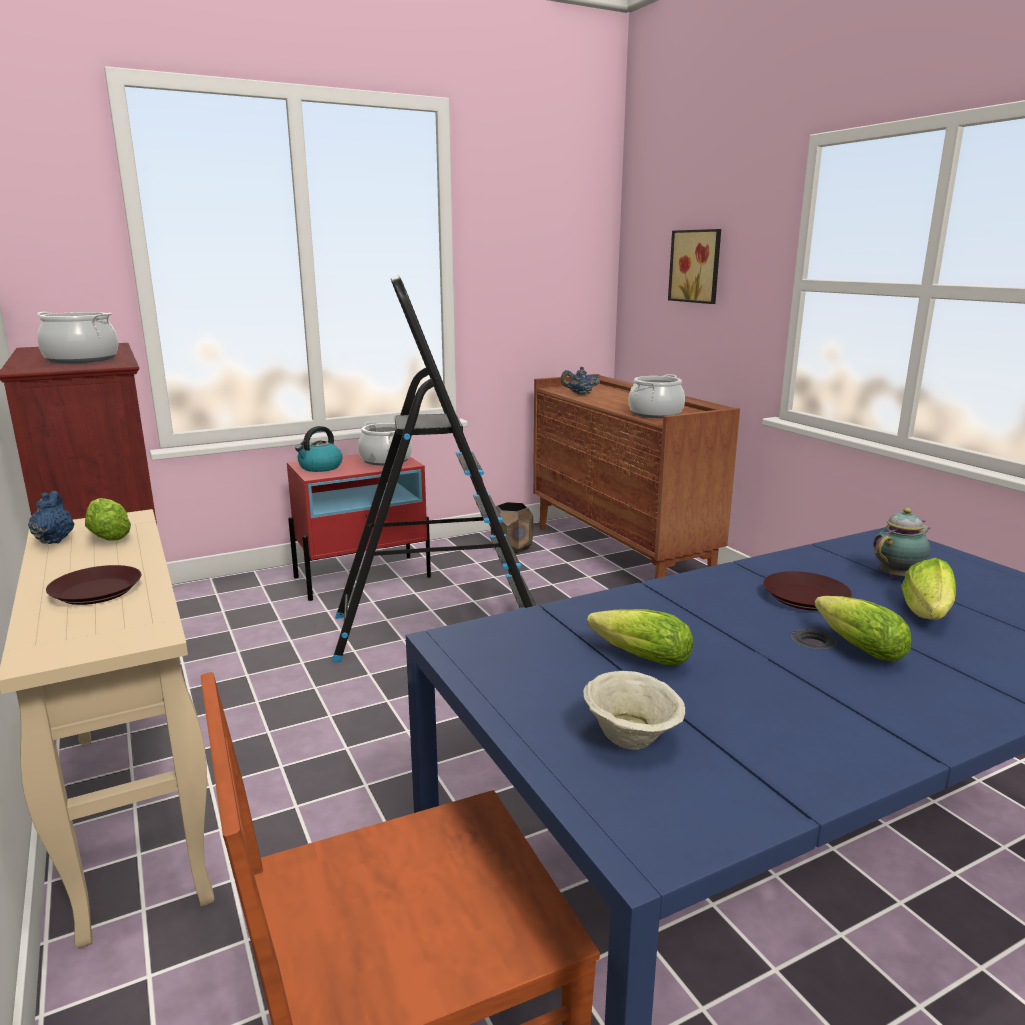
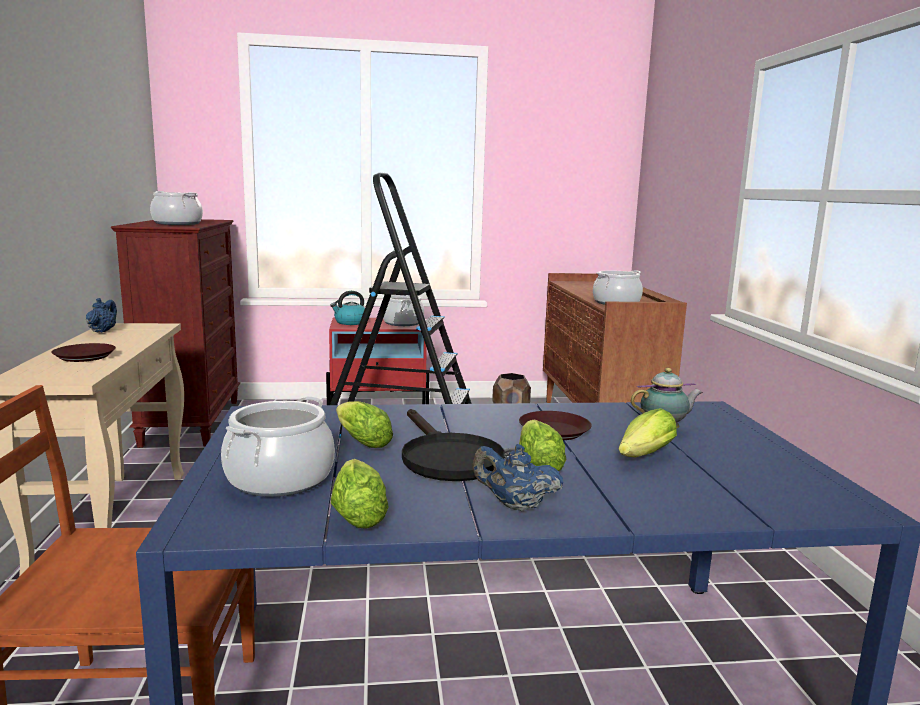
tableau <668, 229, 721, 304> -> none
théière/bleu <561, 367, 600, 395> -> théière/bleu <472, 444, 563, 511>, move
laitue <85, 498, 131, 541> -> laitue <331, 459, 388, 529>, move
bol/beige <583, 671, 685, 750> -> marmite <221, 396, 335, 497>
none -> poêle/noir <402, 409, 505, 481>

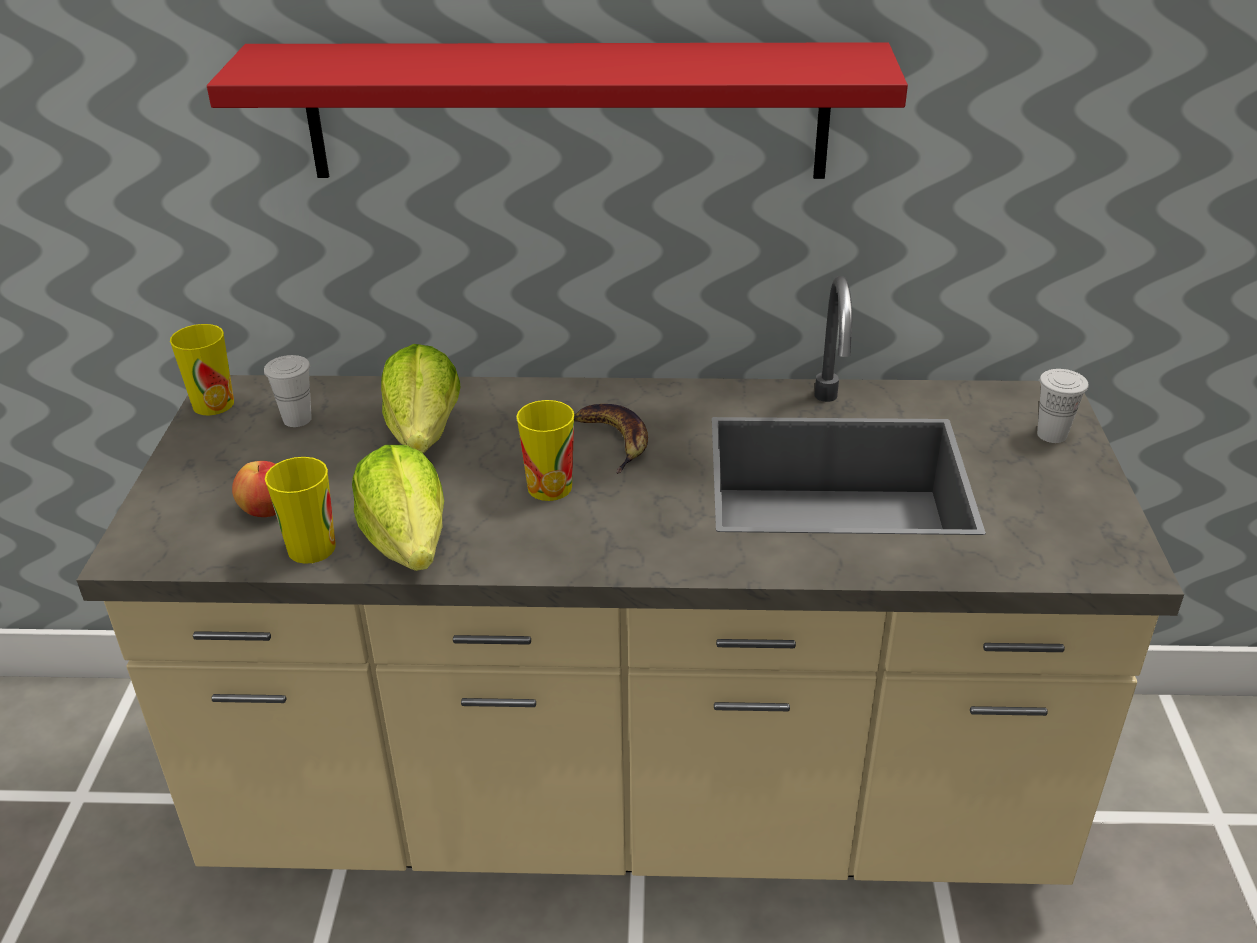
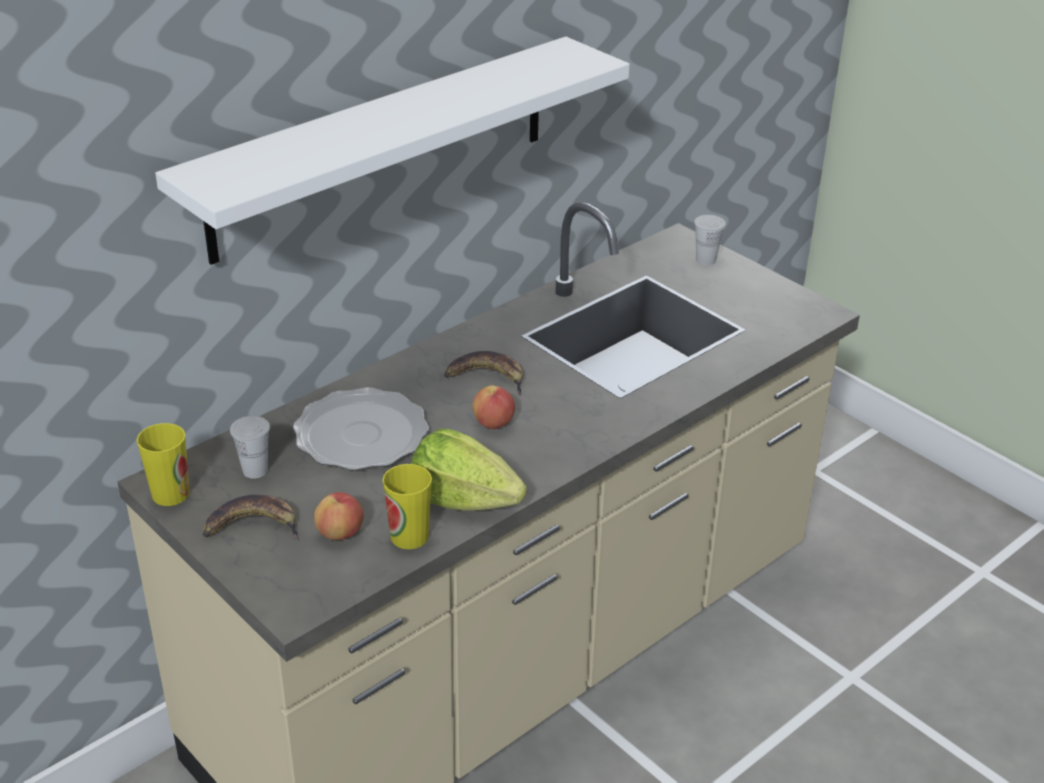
étagère/rouge <207, 42, 908, 179> -> étagère/blanc <155, 37, 630, 265>
laitue <381, 344, 461, 453> -> assiette <293, 387, 429, 470>
tasse <516, 400, 574, 501> -> pomme <472, 385, 515, 429>
none -> banane <203, 495, 299, 540>

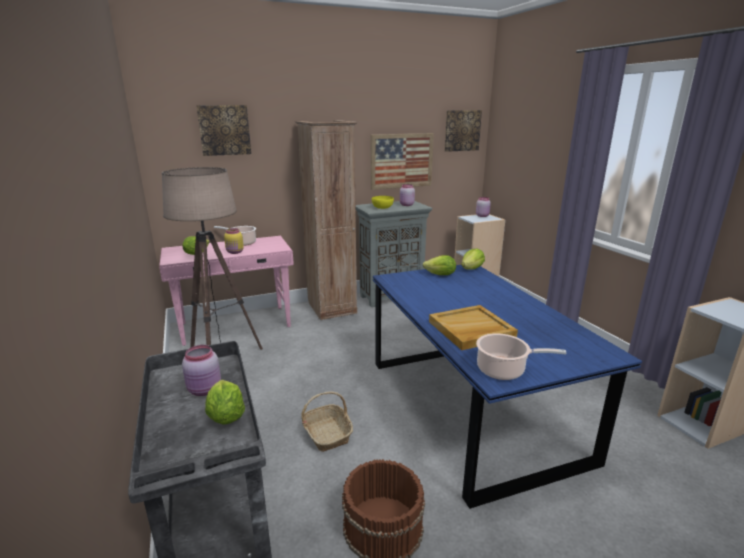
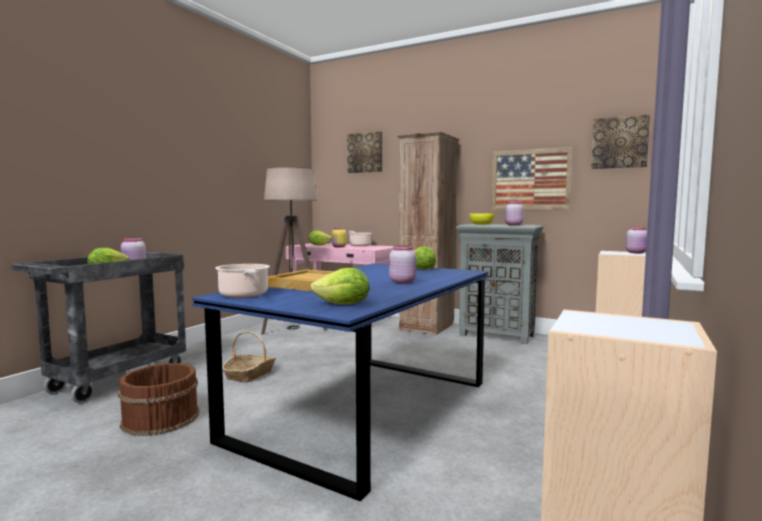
laitue <461, 249, 485, 270> -> laitue <310, 268, 369, 304>, move
none -> bocal/rose <389, 245, 416, 284>

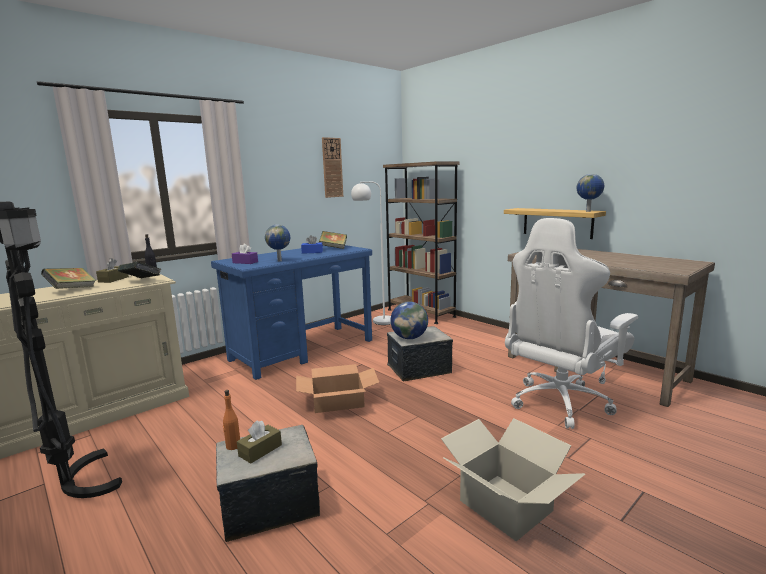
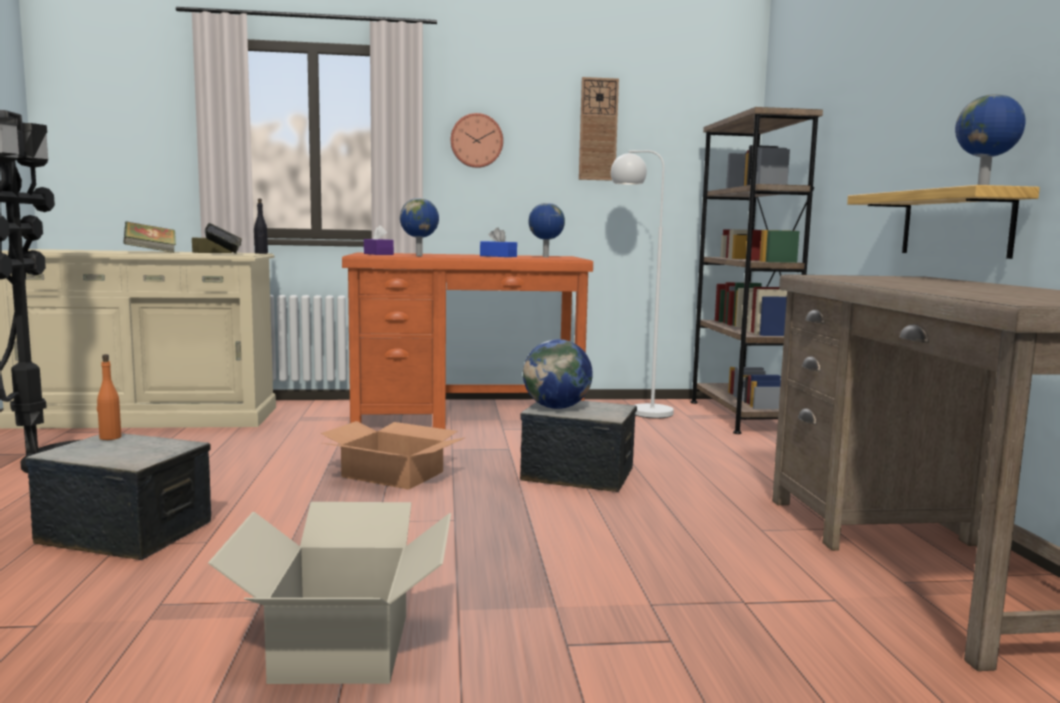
chaise de bureau/blanc <505, 218, 638, 429> -> none
livre <319, 231, 347, 249> -> globe <528, 203, 565, 257>
bureau/bleu <211, 245, 372, 380> -> bureau/orange <342, 253, 593, 429>
boîte à mouchoirs/marron <237, 420, 282, 464> -> none
none -> horloge murale <451, 113, 503, 168>

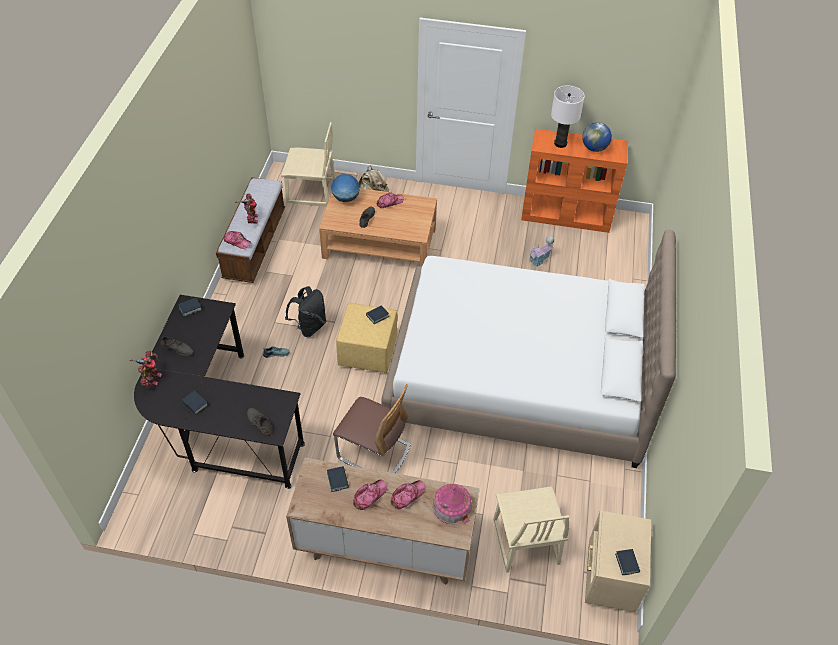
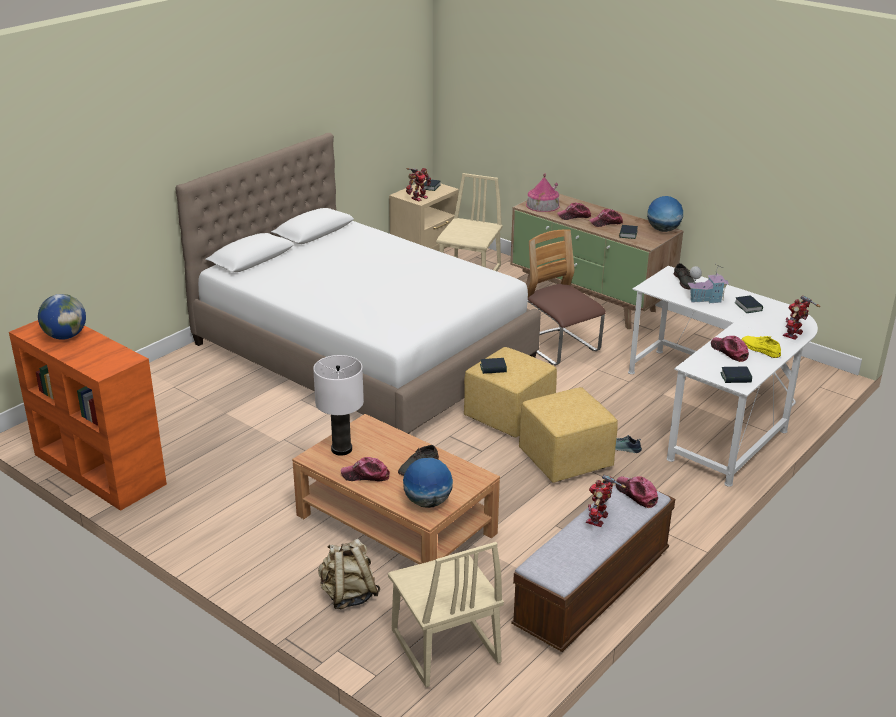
lampe de table/blanc <551, 86, 585, 148> -> lampe de table/blanc <313, 355, 364, 456>, move
chaise/beige <281, 122, 336, 206> -> chaise/beige <388, 542, 504, 687>, 150 degrees counterclockwise
maison miniature <528, 236, 554, 267> -> maison miniature <688, 264, 729, 303>, move
sac à dos/noir <285, 286, 326, 337> -> pouf/jaune <519, 387, 618, 483>
bureau/noir <134, 295, 305, 489> -> bureau/blanc <628, 266, 818, 487>
chaussure/gris <161, 337, 193, 357> -> chaussure/jaune <742, 336, 781, 358>
none -> robot jouet <406, 168, 431, 202>
none -> globe <647, 196, 683, 232>
none -> casquette <711, 336, 749, 362>

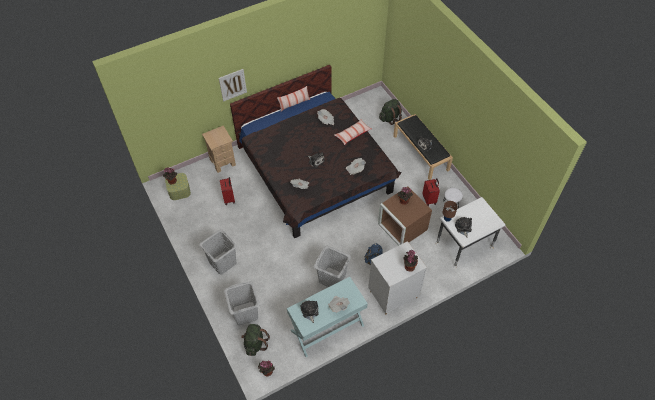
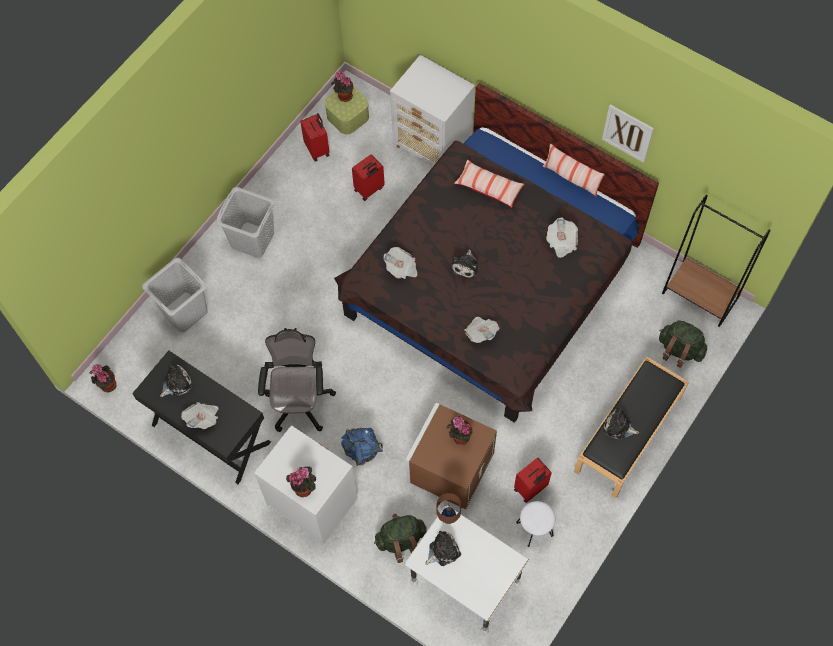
tableau <219, 69, 247, 102> -> tableau <602, 105, 654, 163>, move
coussin <334, 120, 371, 145> -> coussin <454, 160, 524, 208>, move
table de chevet/beige <202, 126, 236, 173> -> commode/blanc <390, 55, 475, 166>
panier à linge/gris <314, 246, 351, 287> -> chaise de bureau <258, 328, 336, 432>
bureau/turquoise <287, 277, 368, 357> -> bureau/noir <132, 350, 271, 484>
sac à dos/vert <241, 324, 270, 356> -> sac à dos/vert <374, 514, 427, 563>, move
none -> valise/rouge <300, 113, 330, 162>
none -> portant <662, 195, 770, 327>

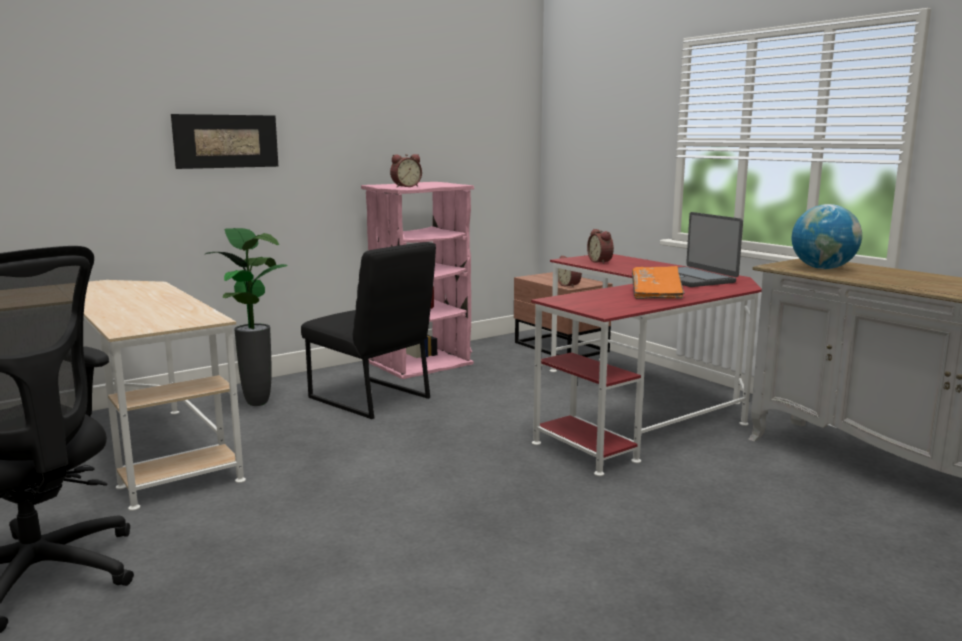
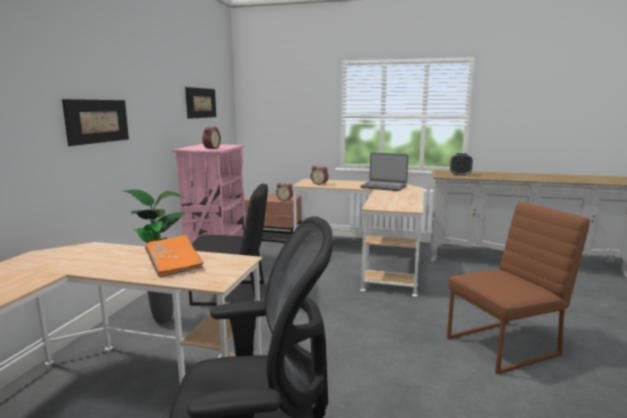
globe <792, 204, 862, 269> -> réveil <450, 153, 473, 176>
bureau/rouge <531, 254, 762, 476> -> bureau/beige <292, 179, 424, 297>
livre/orange <632, 266, 684, 299> -> livre/orange <145, 235, 204, 278>, move
none -> tableau <185, 87, 216, 119>
none -> chaise/marron <447, 202, 590, 375>

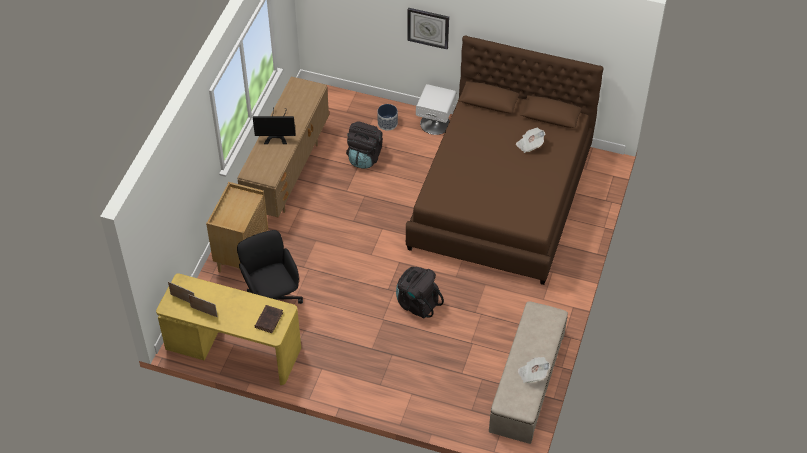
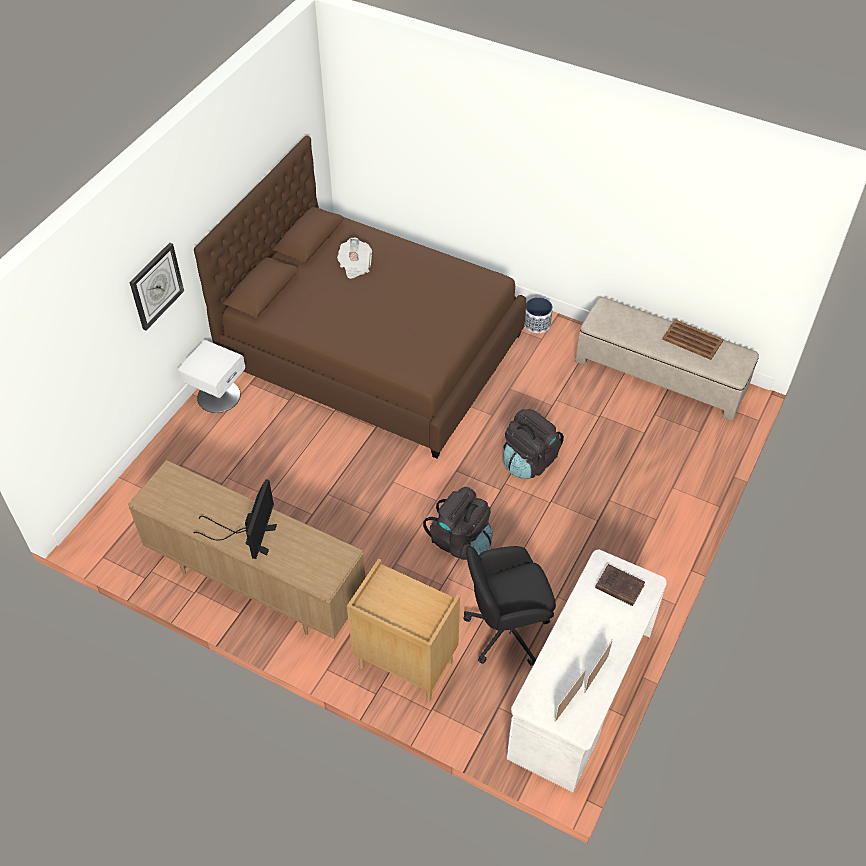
cache-pot <377, 104, 398, 130> -> cache-pot <524, 297, 553, 333>, move
sac à dos/noir <346, 122, 383, 168> -> sac à dos/noir <423, 487, 493, 560>, move
bureau/jaune <156, 273, 301, 385> -> bureau/blanc <507, 549, 667, 792>
journal <518, 357, 550, 383> -> plateau/marron <662, 319, 724, 360>

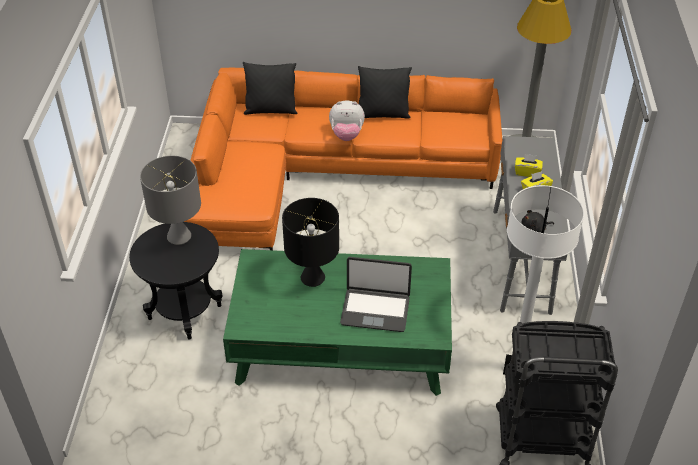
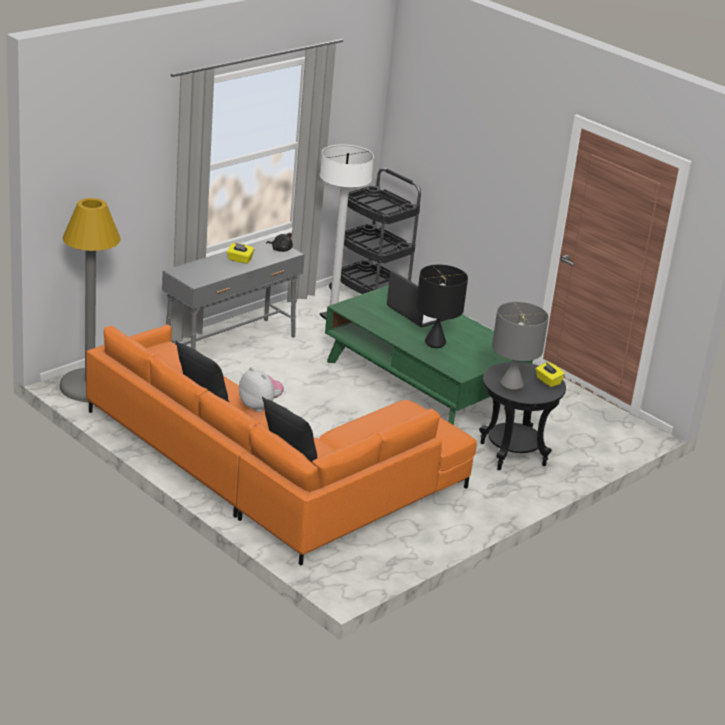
boîte à mouchoirs/jaune <515, 154, 543, 177> -> boîte à mouchoirs/jaune <536, 362, 565, 387>, move

